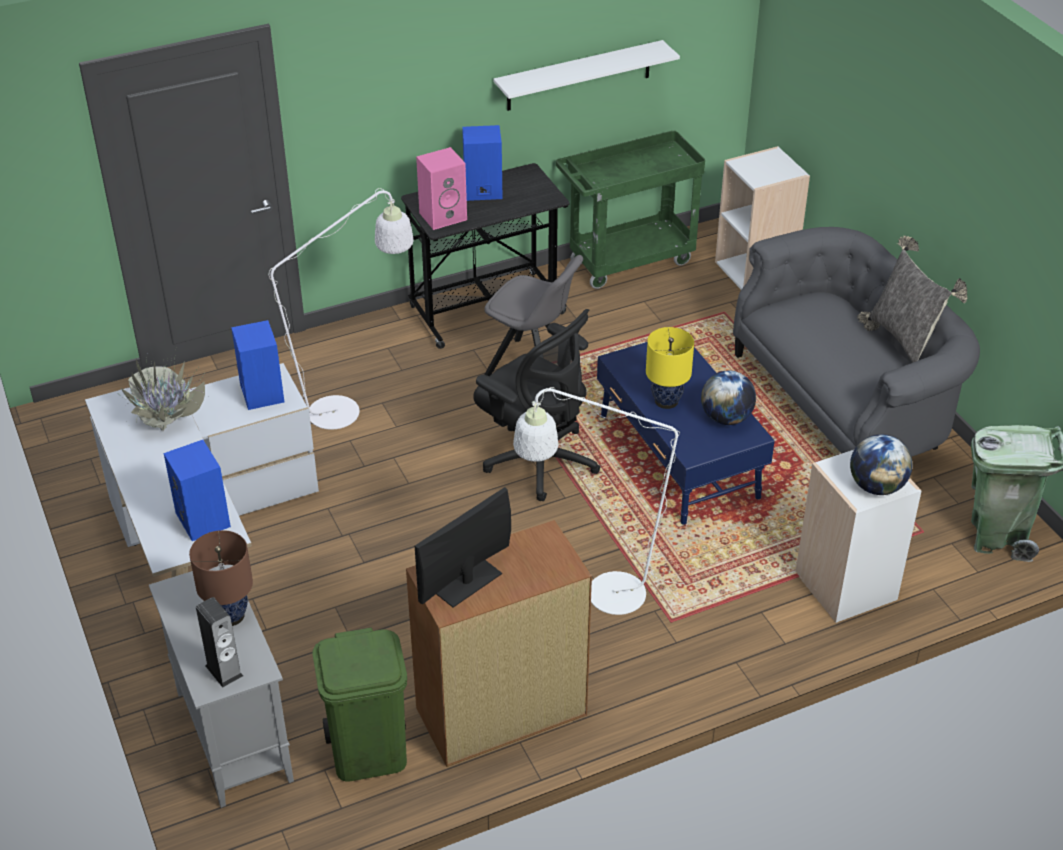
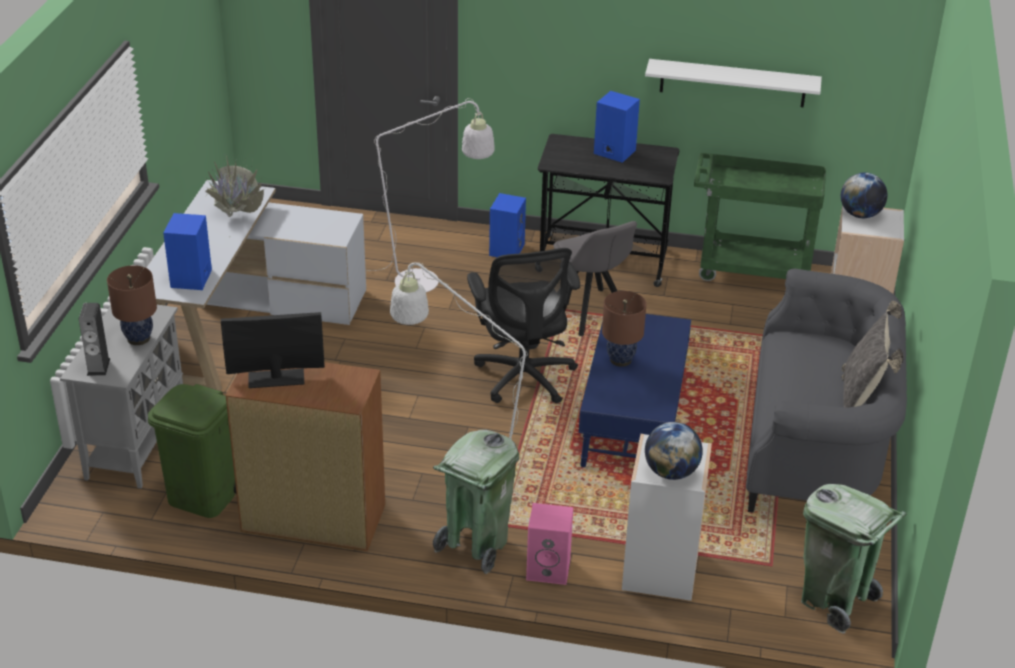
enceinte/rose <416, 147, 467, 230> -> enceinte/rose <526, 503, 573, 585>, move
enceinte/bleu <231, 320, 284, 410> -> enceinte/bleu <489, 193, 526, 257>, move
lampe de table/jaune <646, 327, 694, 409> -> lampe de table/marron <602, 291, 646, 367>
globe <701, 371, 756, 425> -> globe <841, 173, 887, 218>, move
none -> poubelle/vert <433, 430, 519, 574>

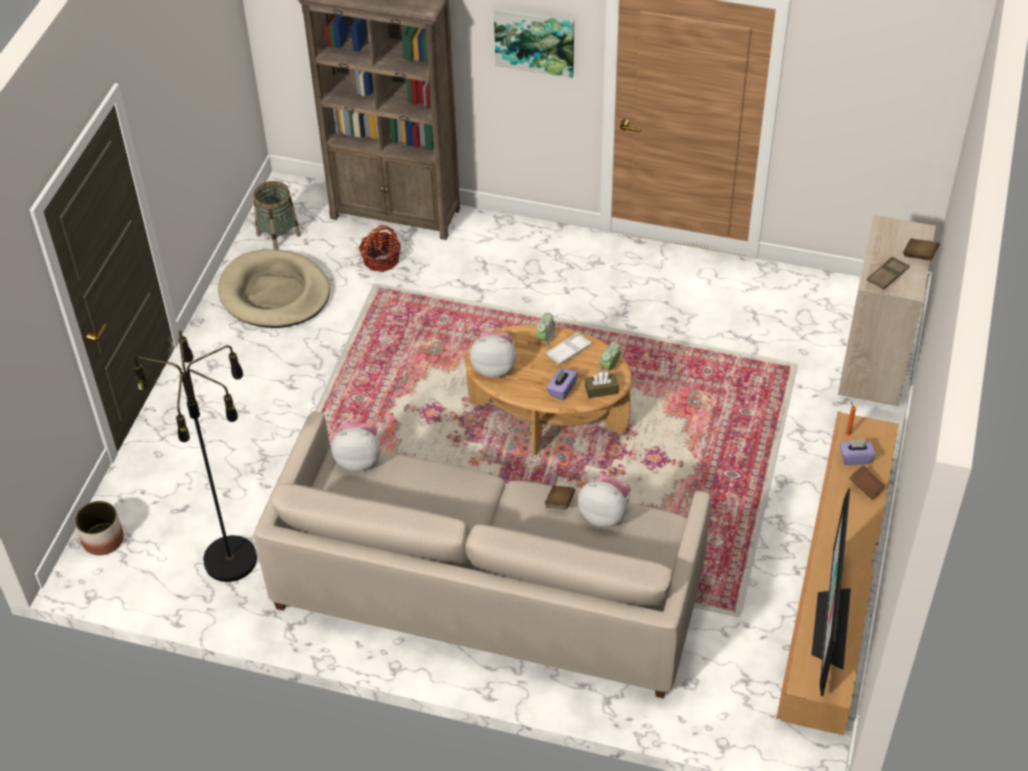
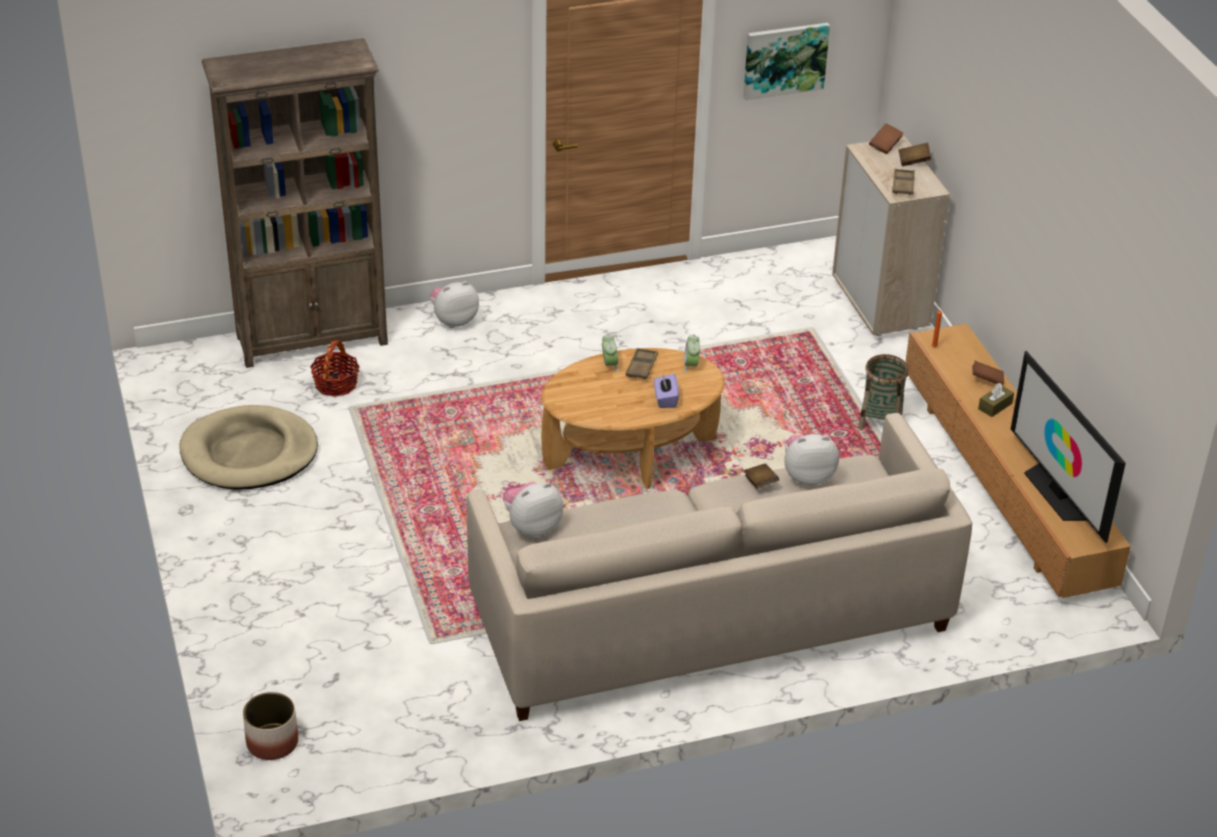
tableau <494, 7, 574, 78> -> tableau <743, 23, 830, 100>, move
panier <253, 181, 301, 250> -> panier <858, 354, 909, 430>, move
lampadaire <134, 330, 257, 582> -> none
peluche <470, 331, 516, 378> -> peluche <430, 281, 479, 328>, move
plateau/blanc <546, 333, 592, 365> -> plateau/marron <626, 348, 658, 380>
boîte à mouchoirs/marron <585, 372, 619, 398> -> boîte à mouchoirs/marron <978, 383, 1014, 417>, move
boîte à mouchoirs/violet <840, 440, 876, 465> -> none
none -> livre/marron <869, 124, 903, 154>

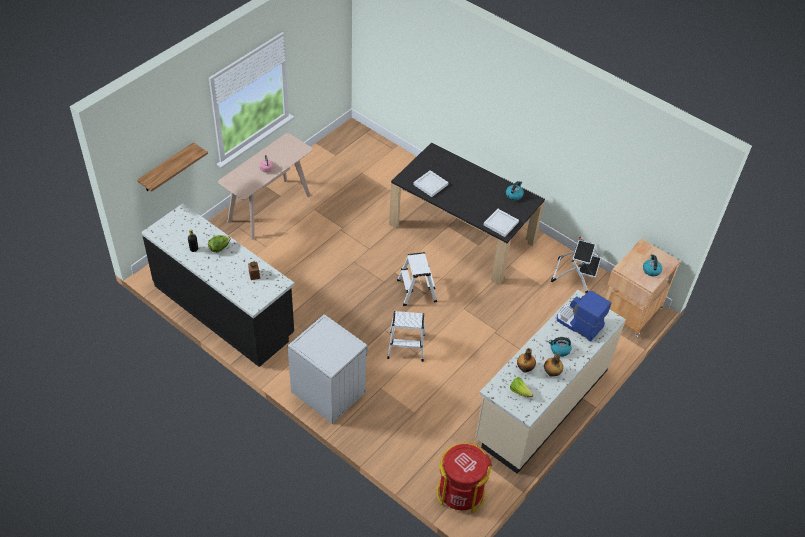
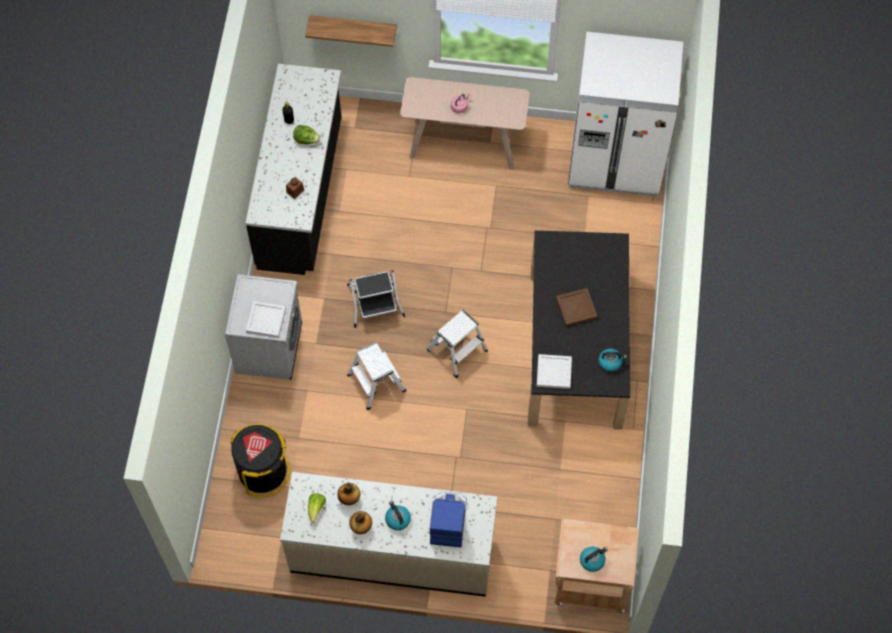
plateau/blanc <413, 170, 448, 197> -> plateau/blanc <246, 301, 286, 338>, move
escabeau <551, 237, 601, 293> -> escabeau <347, 270, 405, 328>, move
poubelle/rouge <436, 443, 492, 513> -> none
none -> réfrigérateur/blanc <568, 32, 684, 197>
none -> plateau/marron <556, 288, 598, 326>
none -> poubelle/noir <231, 424, 290, 498>

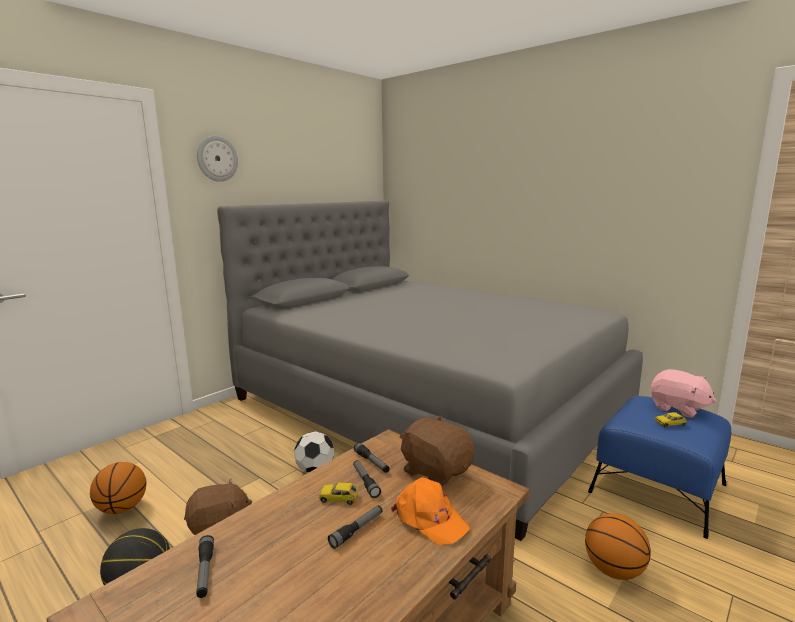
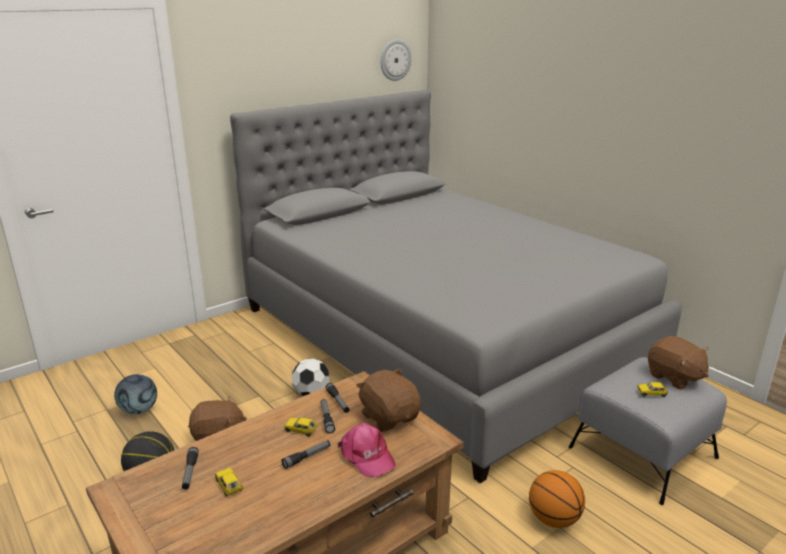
horloge murale <197, 136, 238, 182> -> horloge murale <380, 39, 412, 81>, move
peluche/rose <650, 369, 717, 418> -> peluche/marron <648, 336, 709, 389>
pouf/bleu <588, 396, 731, 539> -> pouf/gris <569, 357, 727, 505>
ballon de basket <90, 462, 146, 514> -> ballon de foot <114, 374, 157, 414>
casquette/orange <391, 477, 470, 545> -> casquette/rose <338, 423, 396, 477>
none -> petite voiture <215, 468, 243, 496>

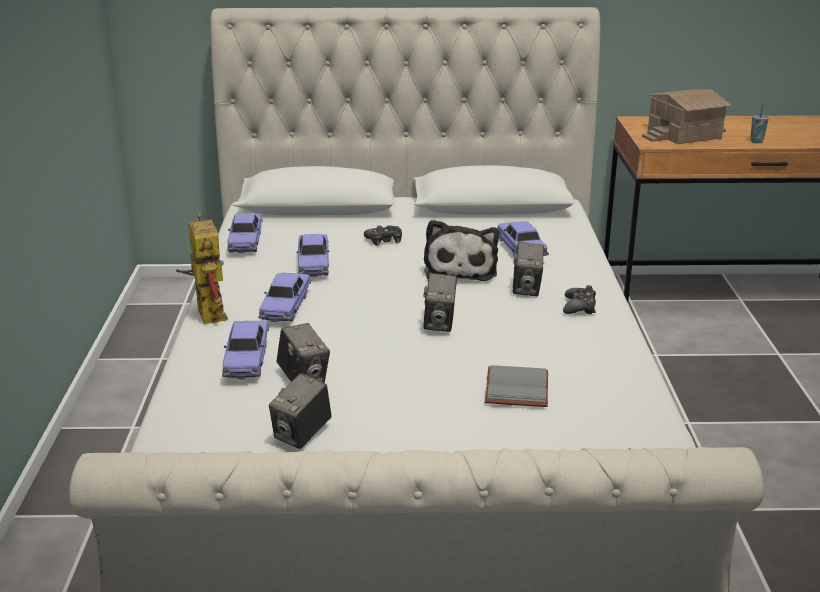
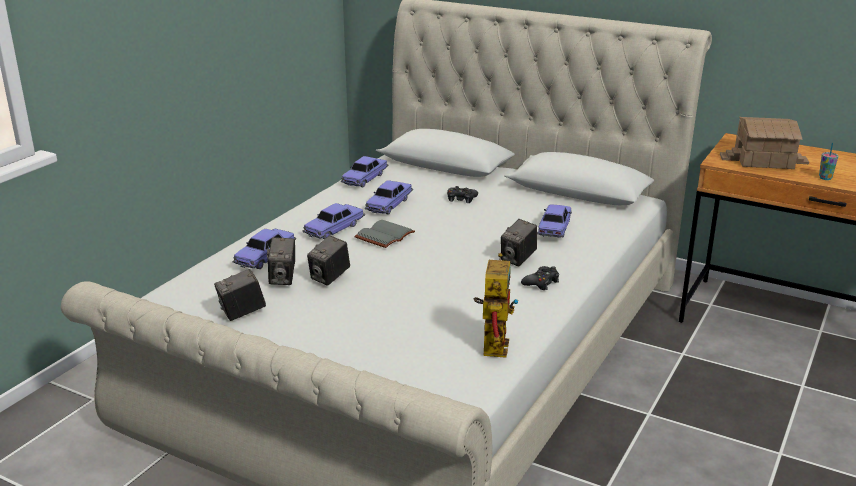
robot jouet <176, 214, 228, 324> -> robot jouet <474, 253, 518, 358>, move
peluche <424, 219, 499, 281> -> none
appareil photo <423, 273, 457, 332> -> appareil photo <307, 235, 350, 286>, move
livre/gris <485, 365, 548, 407> -> livre/gris <354, 220, 415, 248>, move

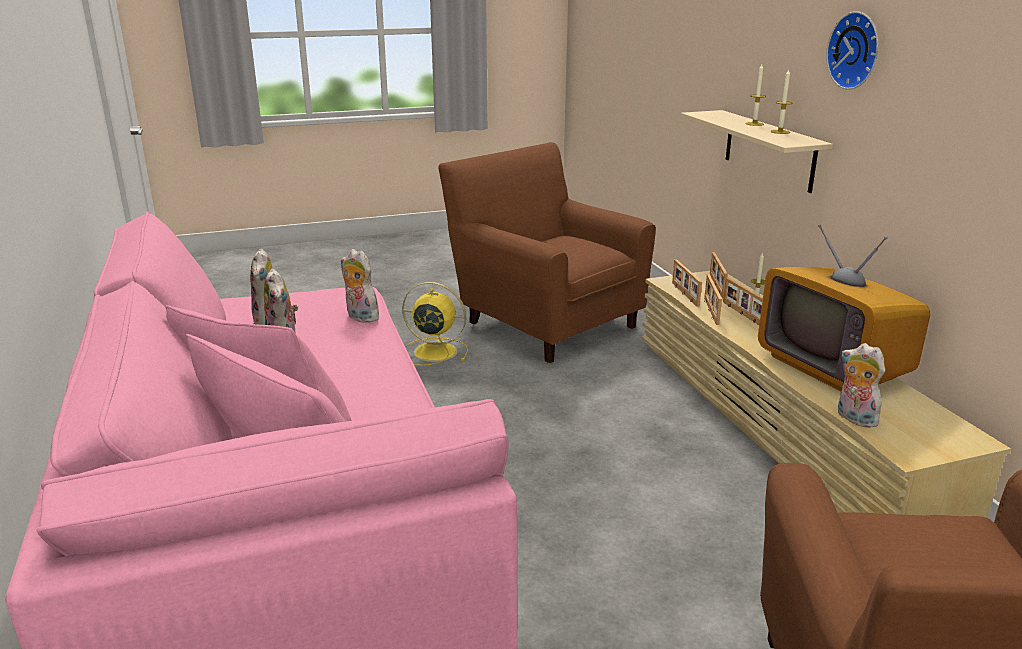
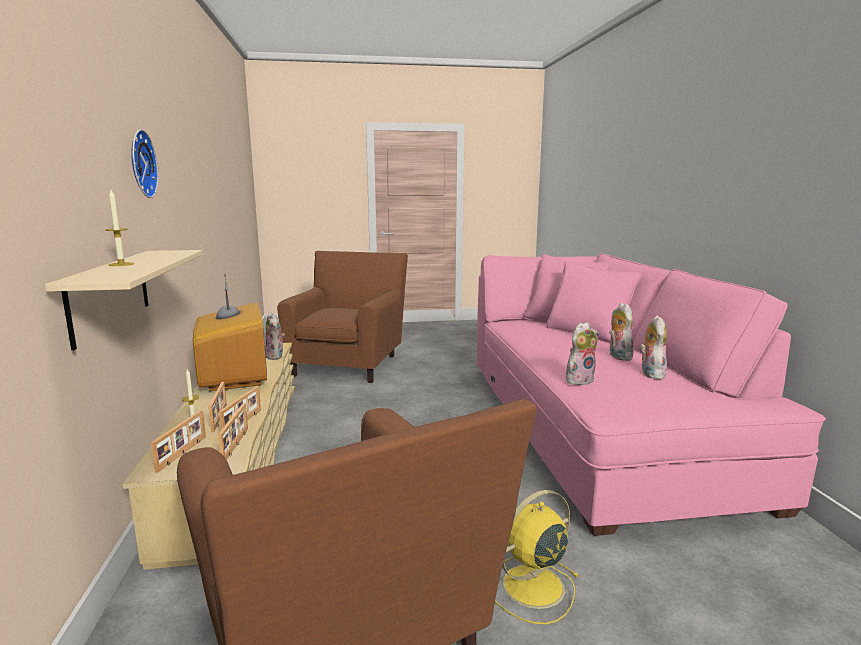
bougie <771, 69, 793, 134> -> none
peluche <341, 249, 381, 323> -> peluche <566, 322, 599, 385>, 75 degrees counterclockwise
ventilateur/jaune <402, 282, 468, 366> -> ventilateur/jaune <495, 490, 580, 624>, 120 degrees clockwise

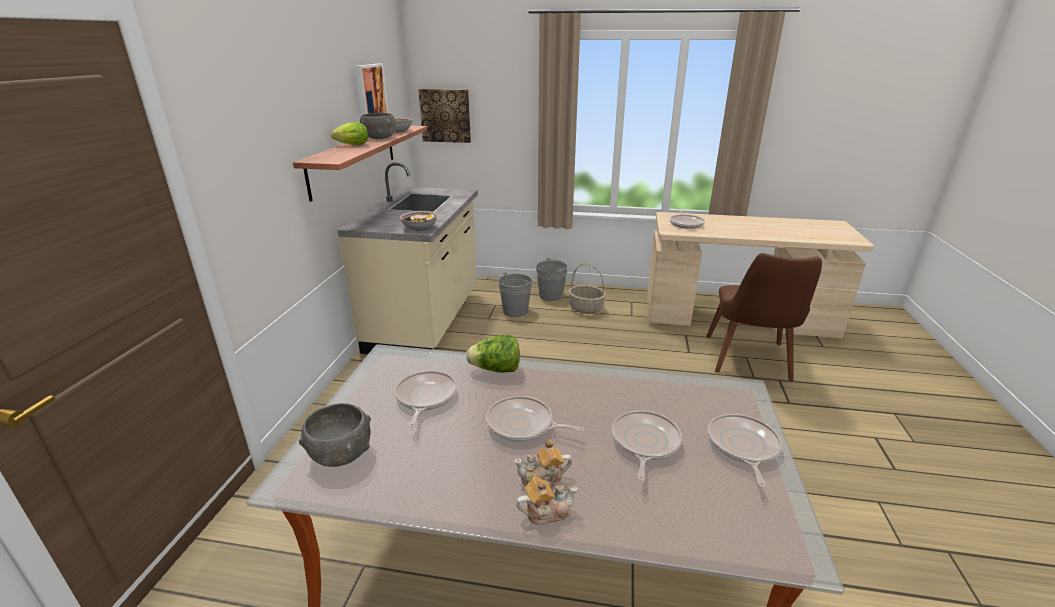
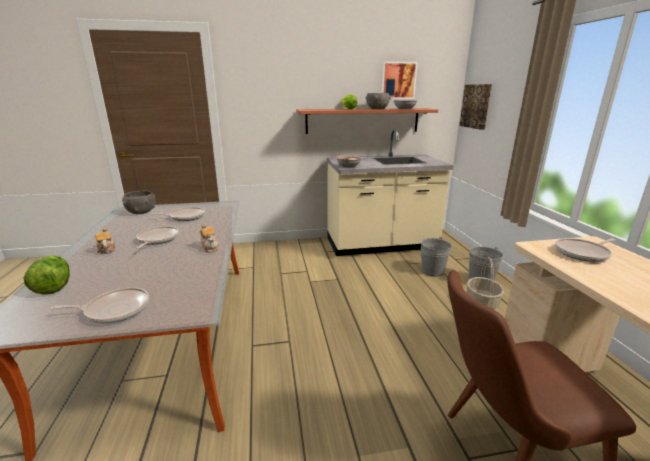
laitue <466, 335, 520, 373> -> laitue <24, 255, 70, 295>, move
poêle <612, 410, 682, 481> -> none
théière <516, 476, 578, 525> -> théière <199, 224, 219, 252>, move

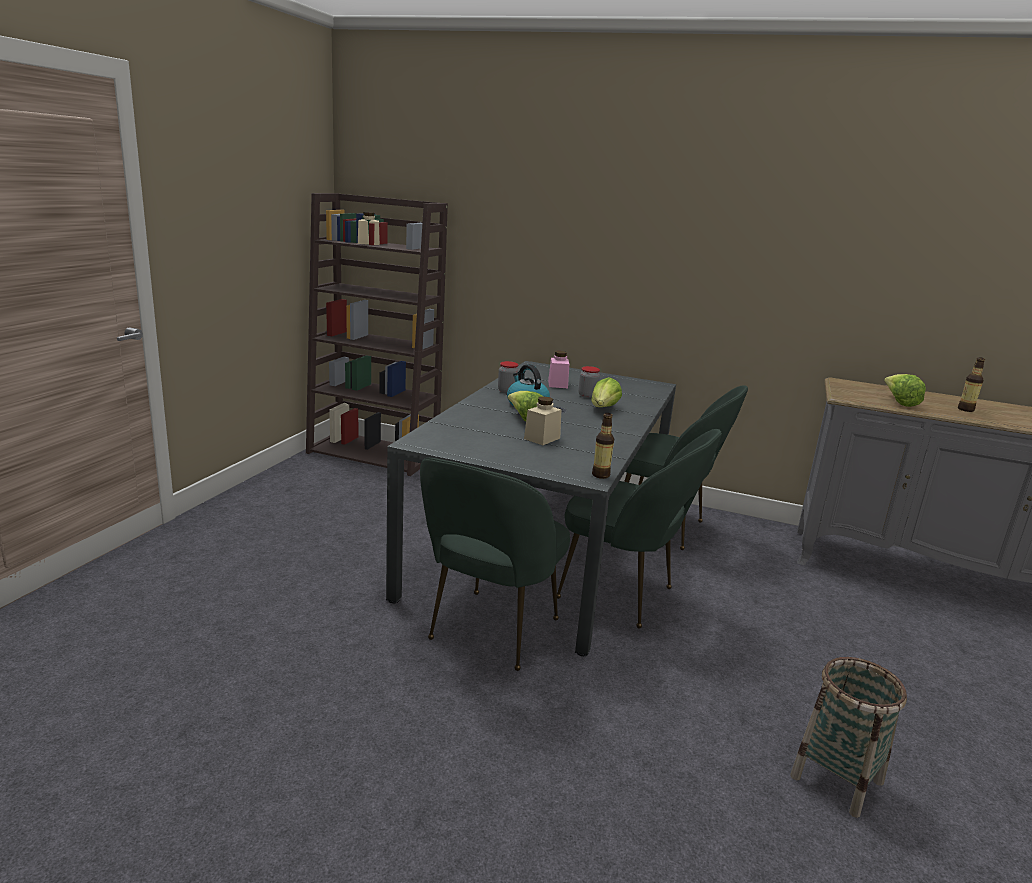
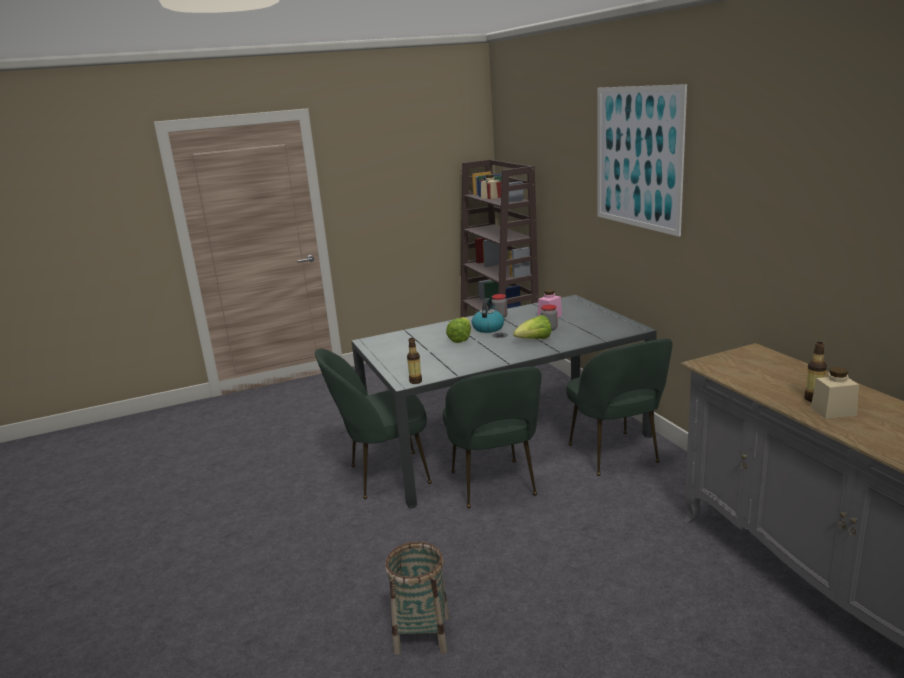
laitue <884, 374, 926, 407> -> none
bocal/beige <524, 397, 562, 445> -> bocal/beige <811, 367, 859, 419>, move
none -> tableau <598, 84, 687, 237>

